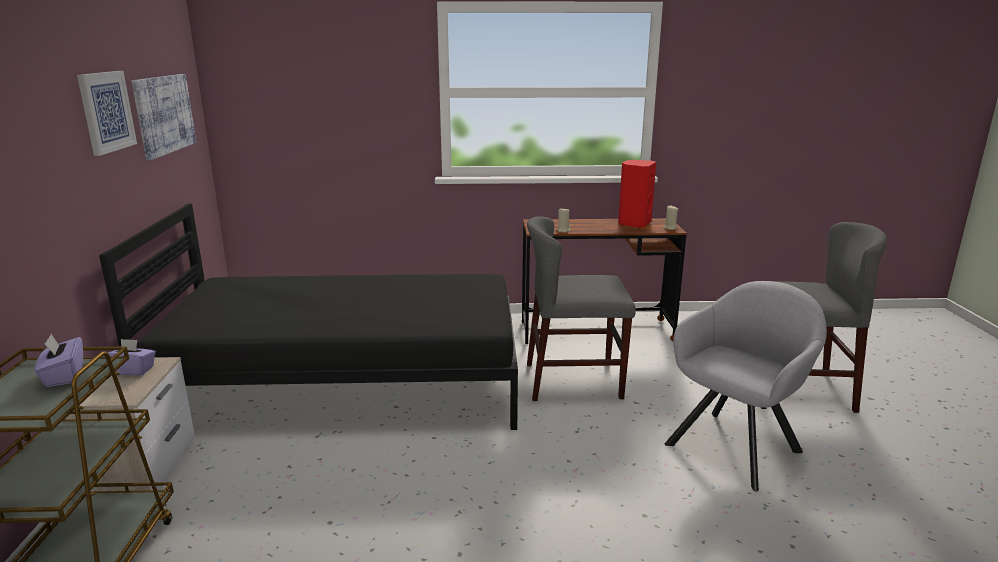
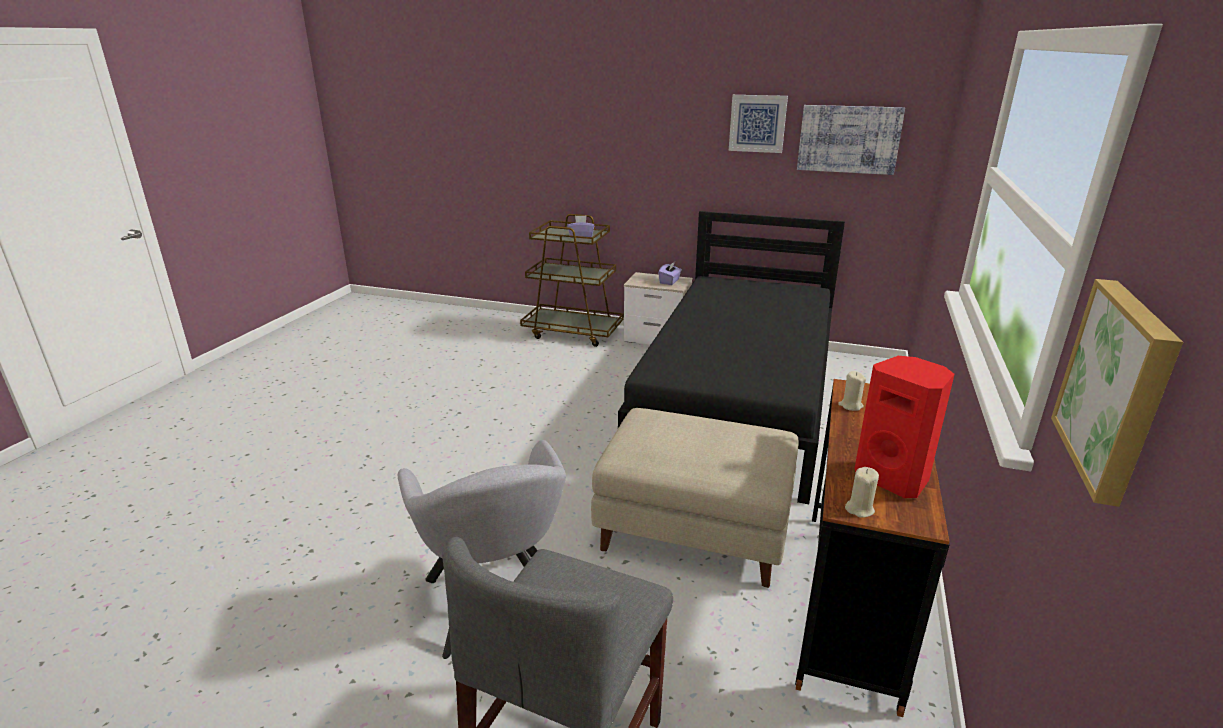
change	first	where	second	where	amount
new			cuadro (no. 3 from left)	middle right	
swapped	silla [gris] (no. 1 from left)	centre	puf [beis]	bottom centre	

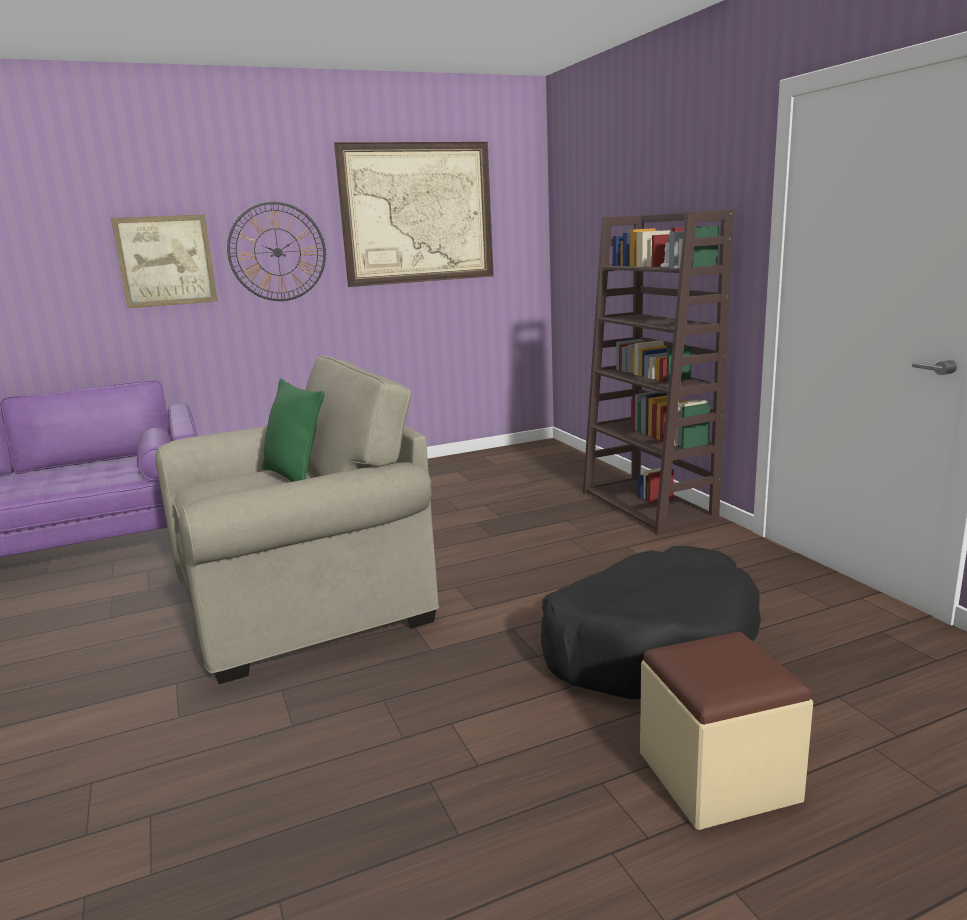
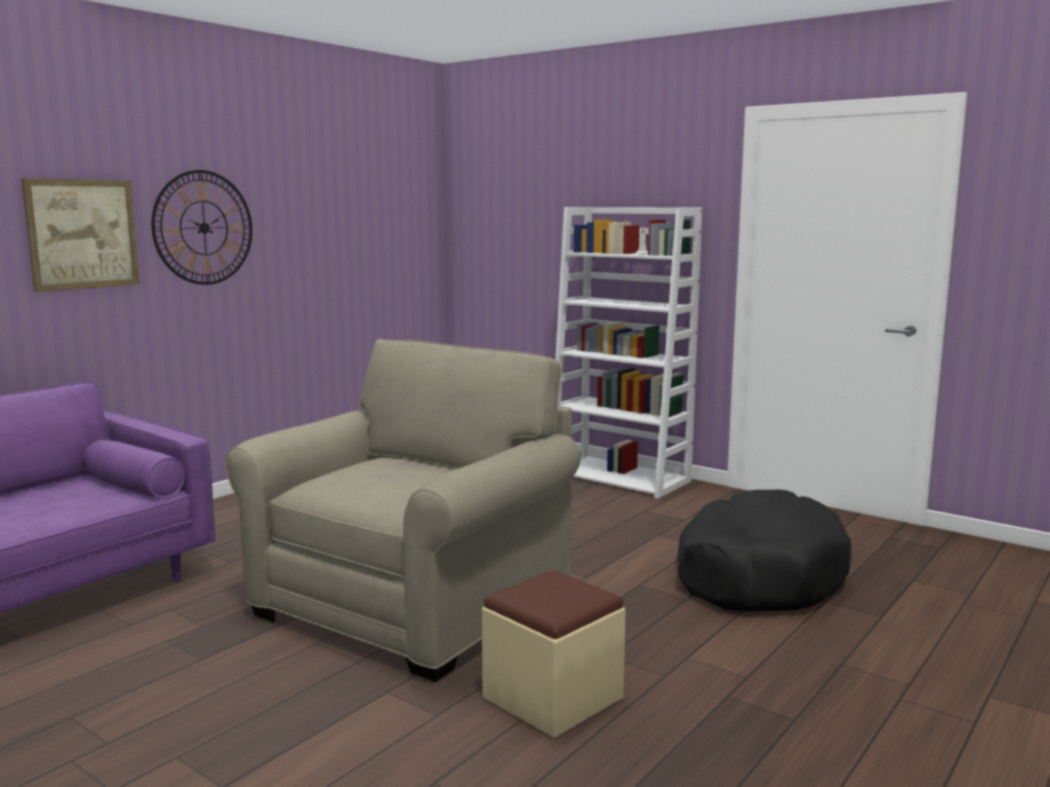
change	first	where	second	where	amount
gone	cojín [verde]	middle left			
gone	cuadro (no. 2 from left)	top centre			
shifted	puf [beis]	bottom right		bottom centre	
repainted	estantería [marrón]	middle right	estantería [blanco]	centre	

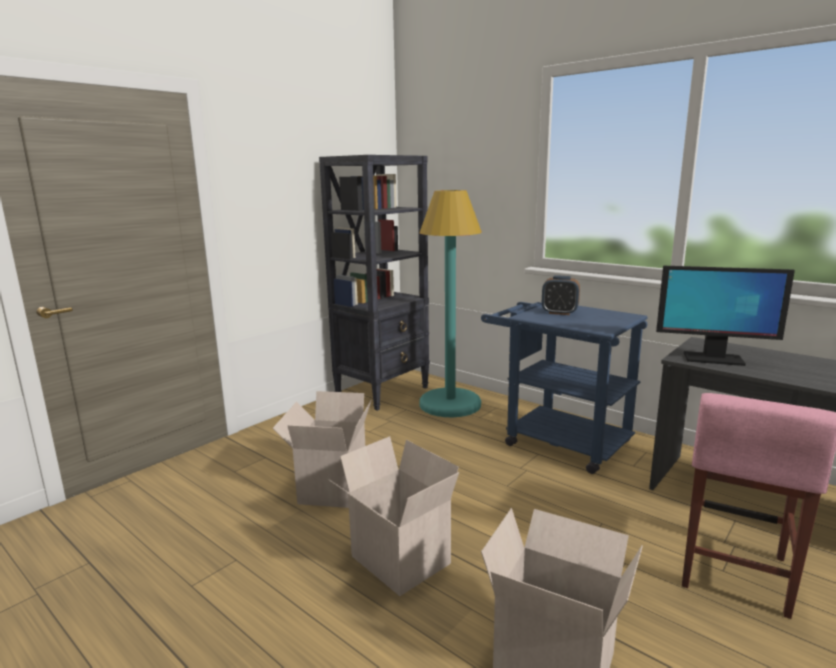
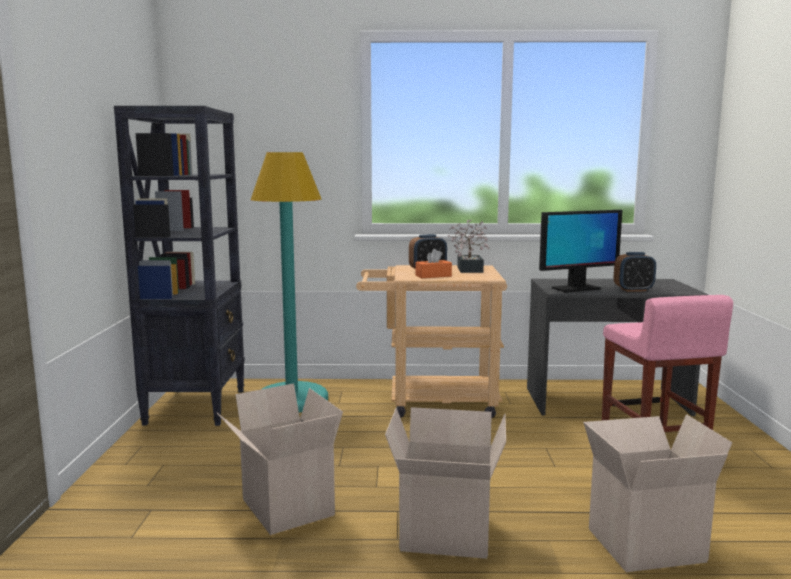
change	first	where	second	where	amount
new			caja de pañuelos [naranja]	centre	
new			planta en maceta	centre	
new			despertador (no. 2 from left)	middle right	
repainted	carrito [azul]	middle right	carrito [beis]	centre	

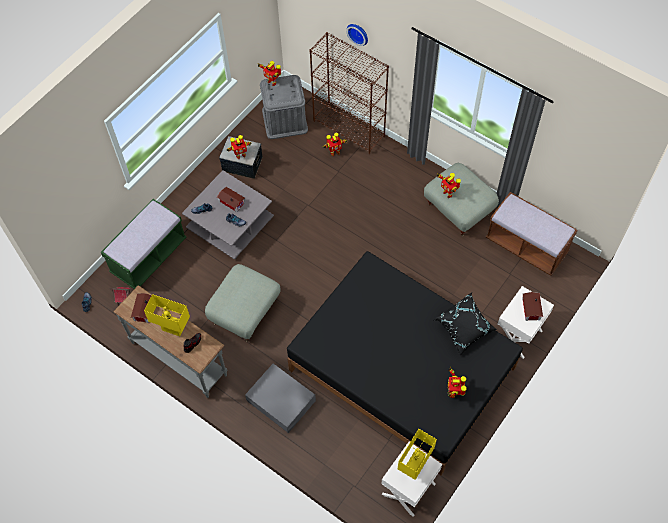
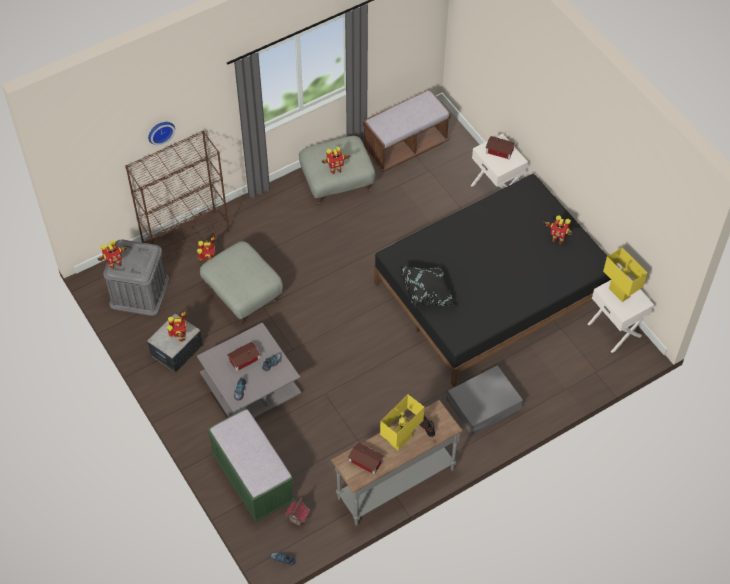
change	first	where	second	where	amount
shifted	puf [gris] (no. 1 from left)	centre		middle left	
shifted	cojín [negro]	middle right		centre	

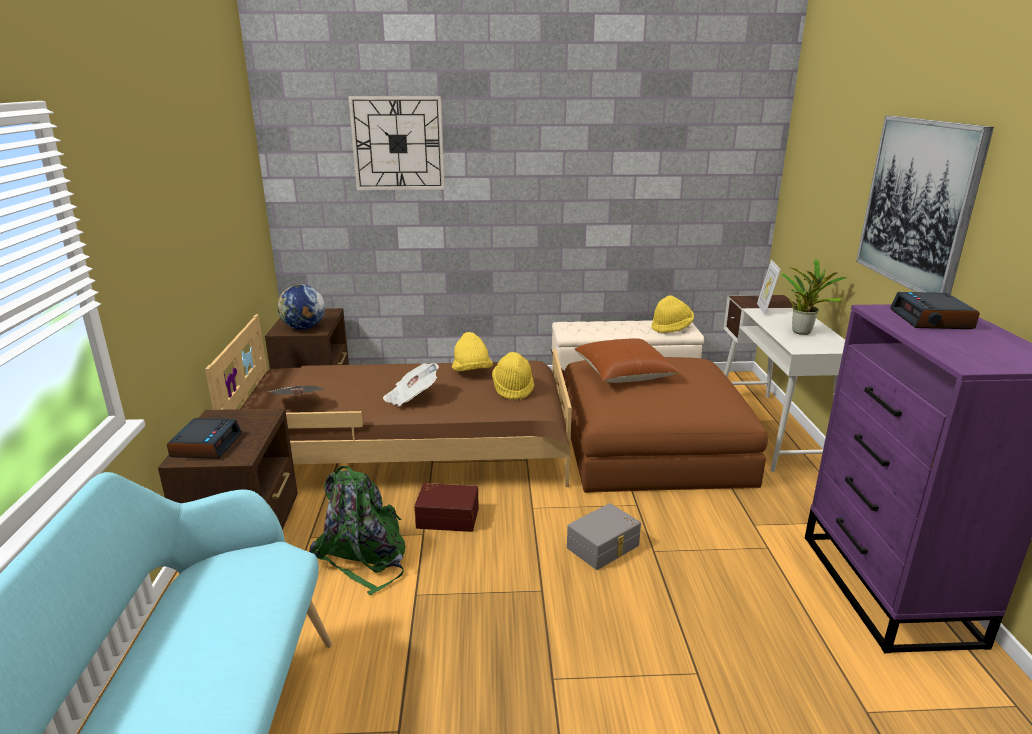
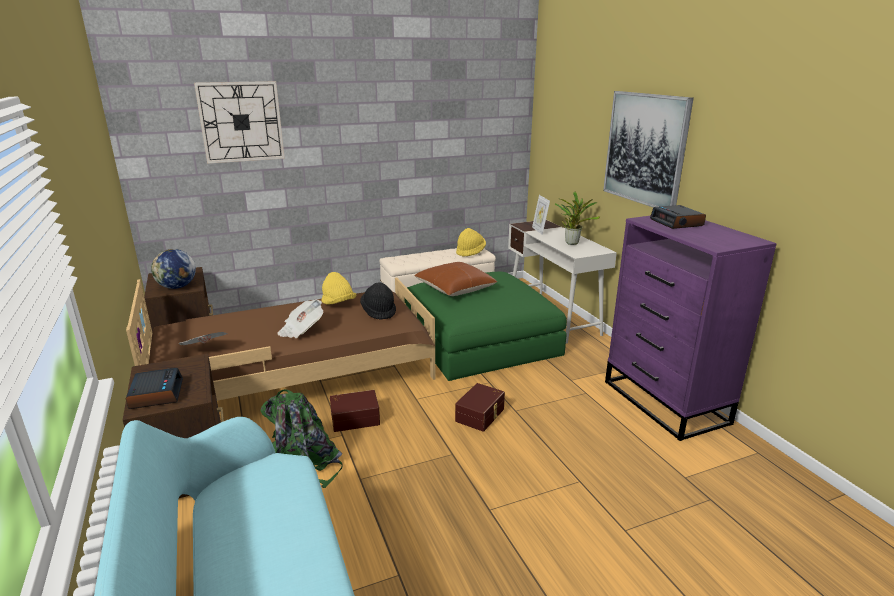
change	first	where	second	where	amount
repainted	sombrero [amarillo] (no. 2 from left)	centre	sombrero [negro]	centre	
repainted	puf [marrón]	centre	puf [verde]	centre	
repainted	caja de almacenaje [gris]	bottom centre	caja de almacenaje [marrón] (no. 2 from left)	bottom centre	

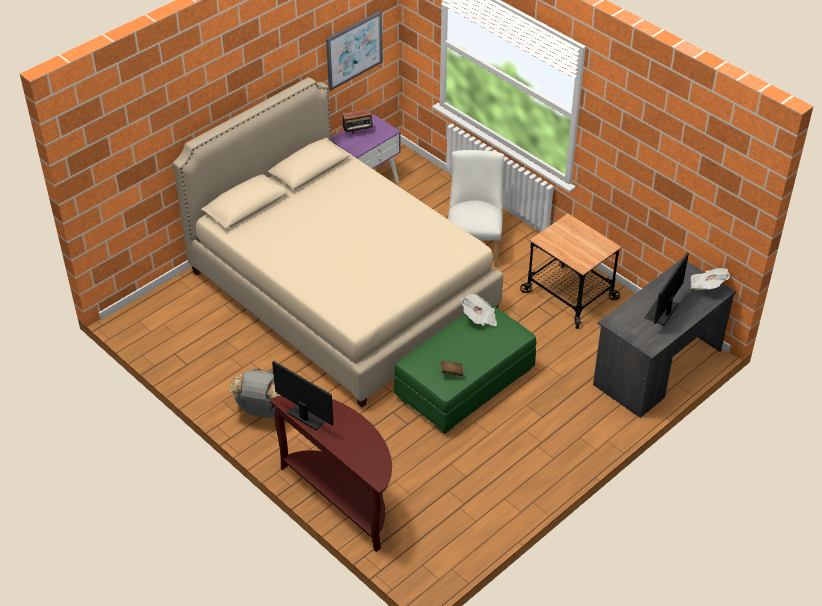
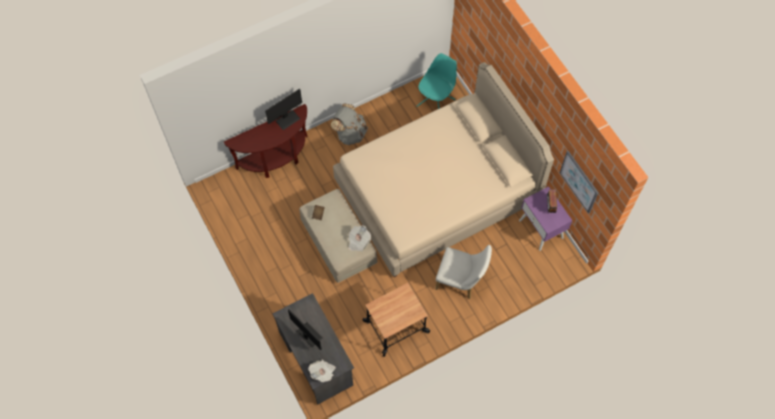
change	first	where	second	where	amount
new			silla [turquesa]	top centre	
repainted	puf [verde]	centre	puf [beis]	centre	

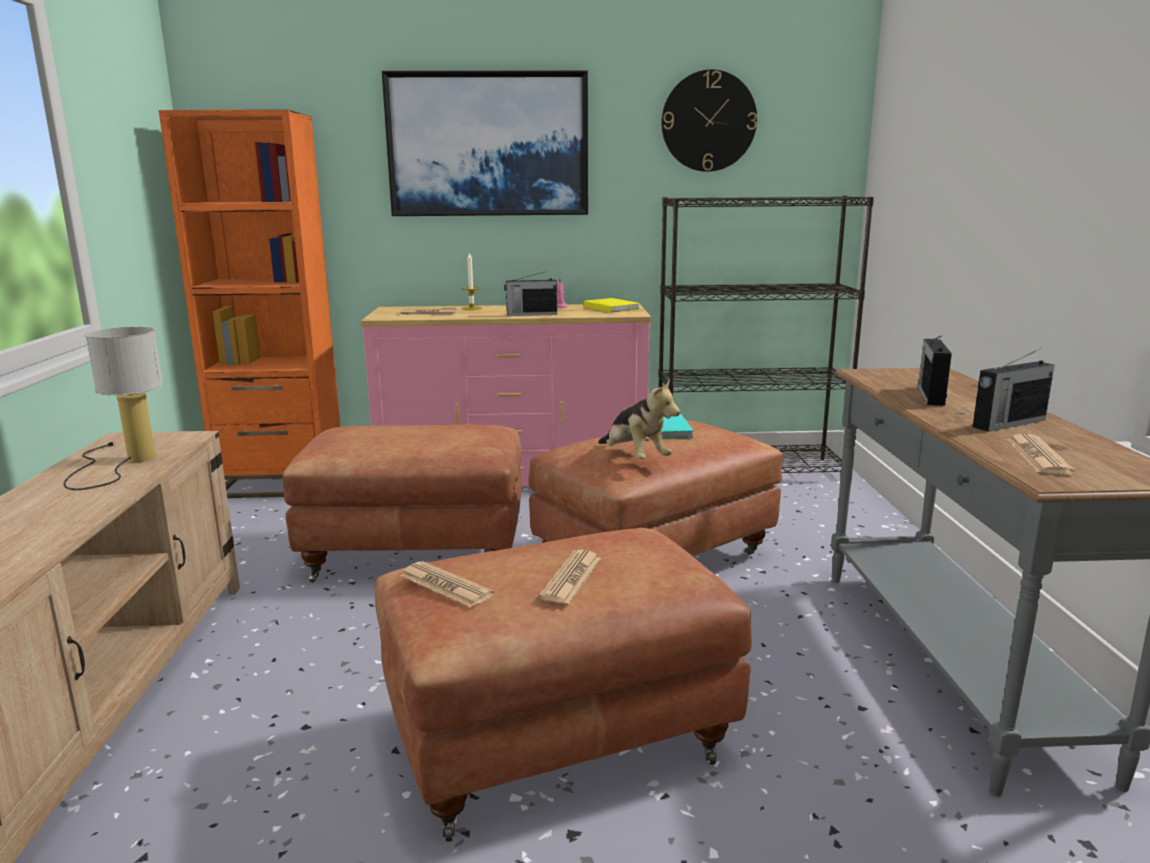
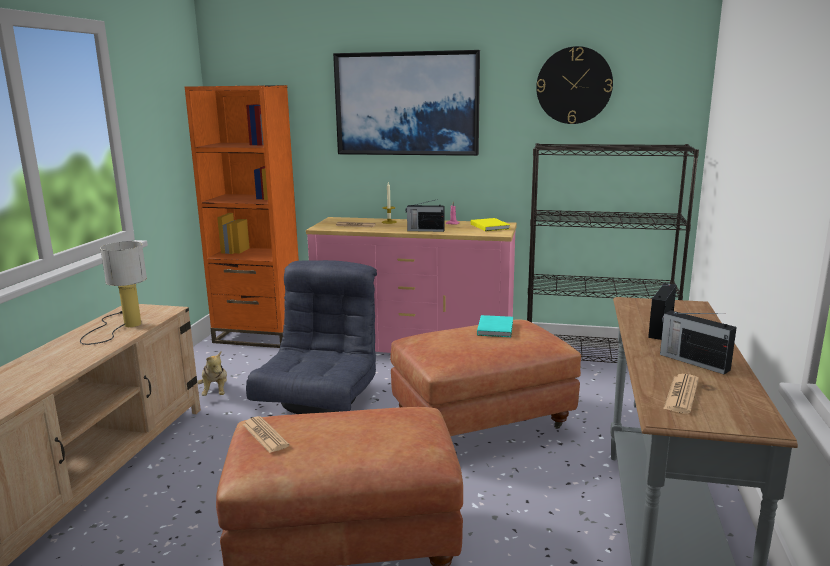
change	first	where	second	where	amount
gone	periódico (no. 3 from left)	bottom centre			
shifted	peluche	centre		middle left	
swapped	puf [marrón] (no. 1 from left)	centre	sillón [gris]	centre	
rotated	radio (no. 3 from left)	middle right		middle right	60 degrees clockwise

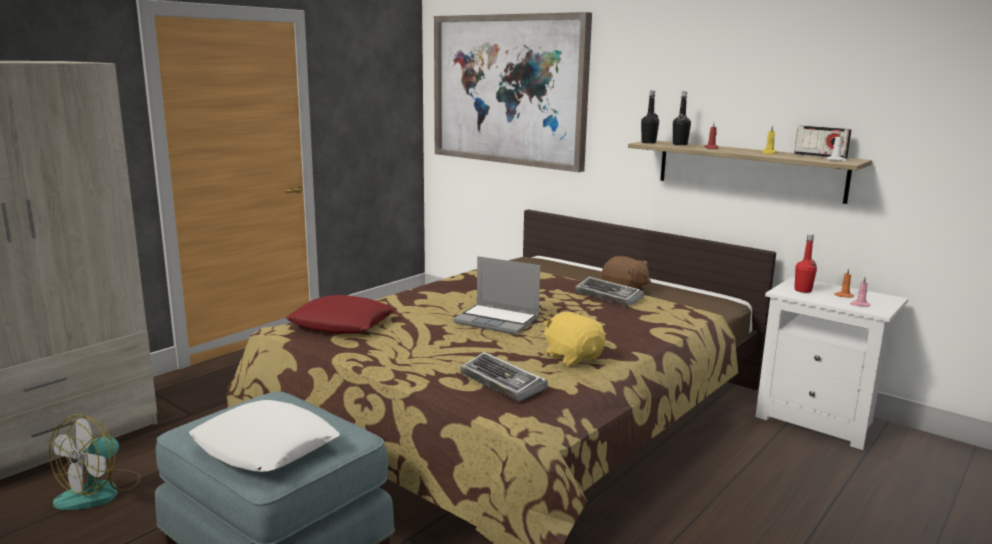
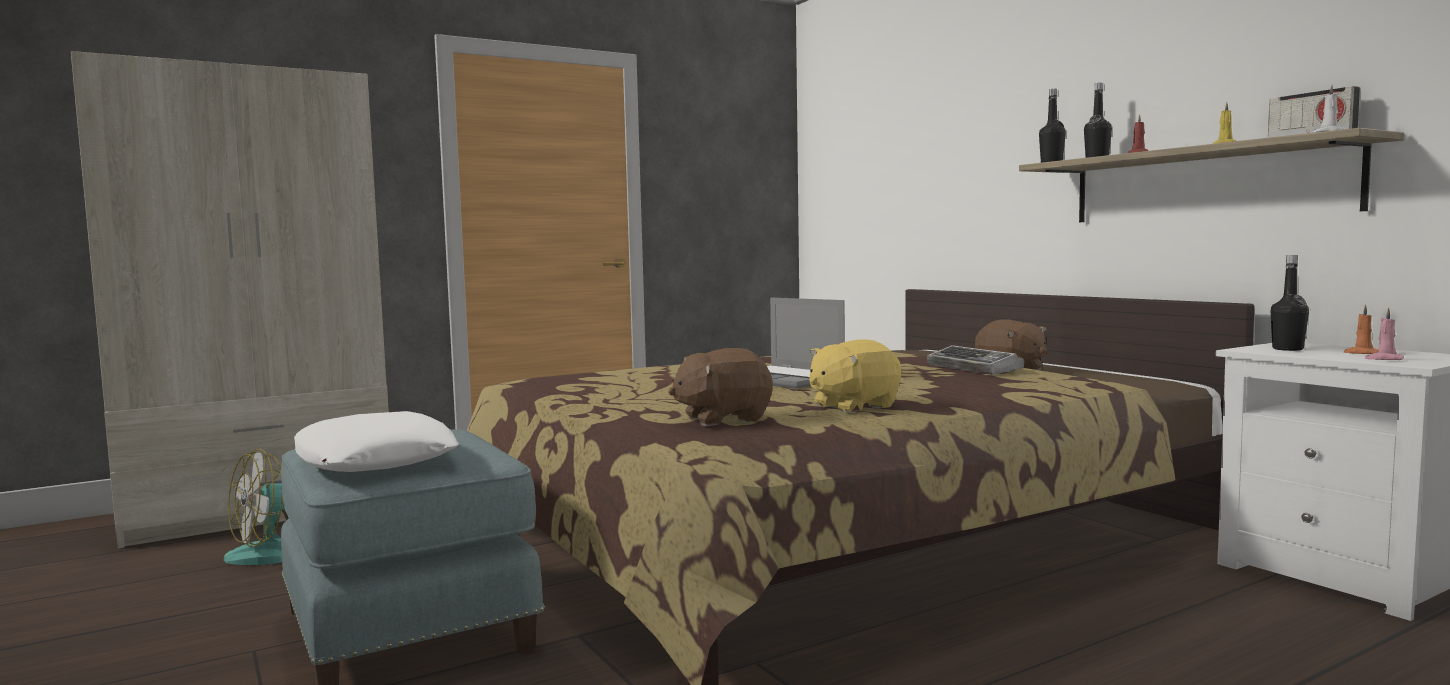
change	first	where	second	where	amount
gone	cojín [rojo]	centre			
gone	cuadro	top centre			
swapped	teclado (no. 1 from left)	bottom centre	peluche [marrón] (no. 1 from left)	centre	
repainted	botella [rojo]	middle right	botella [negro] (no. 3 from left)	middle right	
rotated	peluche [amarillo]	centre		centre	105 degrees counterclockwise

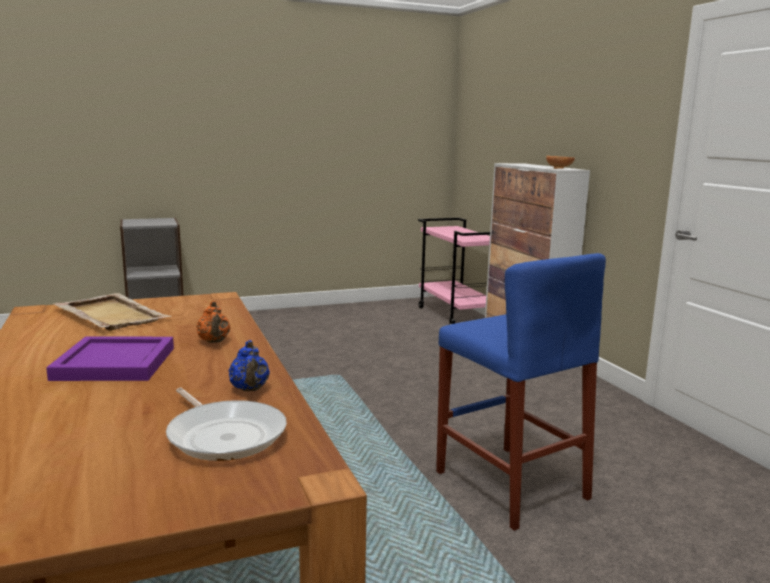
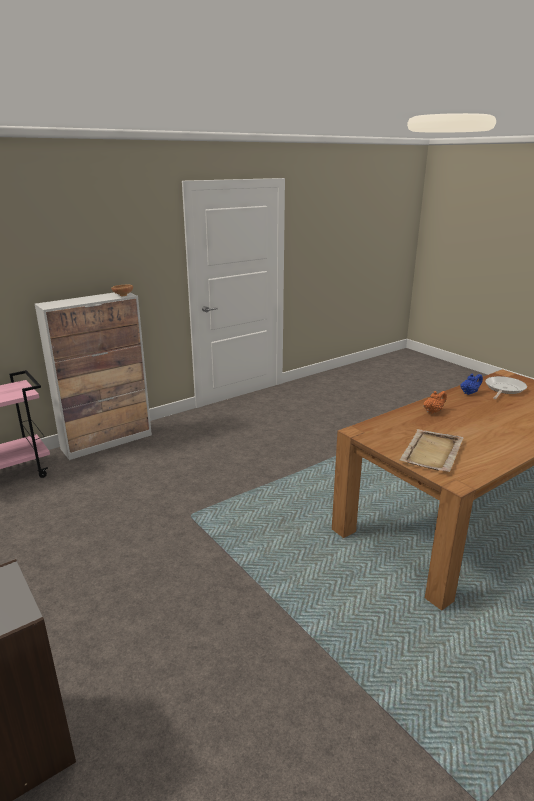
change	first	where	second	where	amount
gone	bandeja [morado]	middle left			
gone	taburete [azul]	bottom right			

